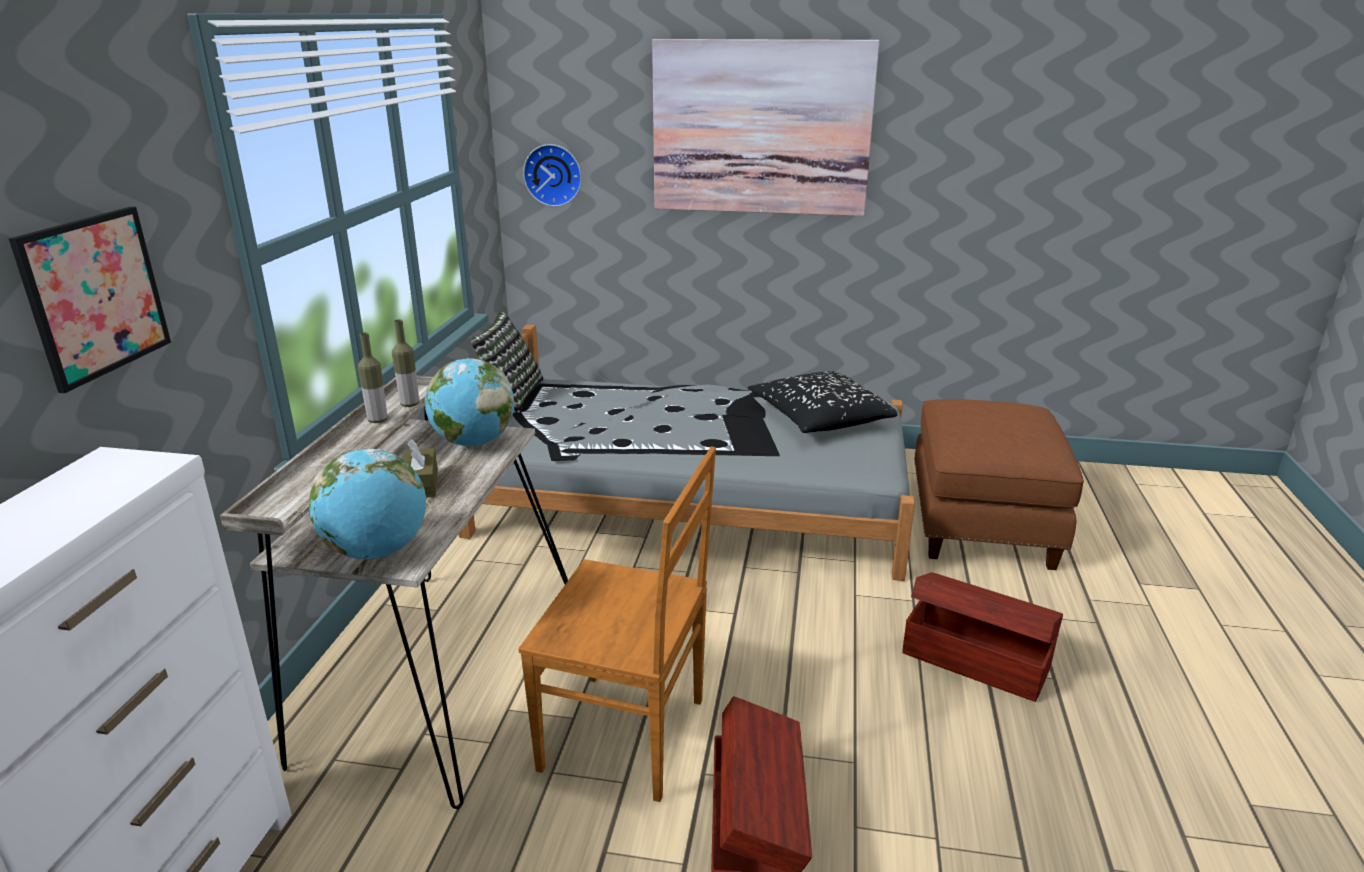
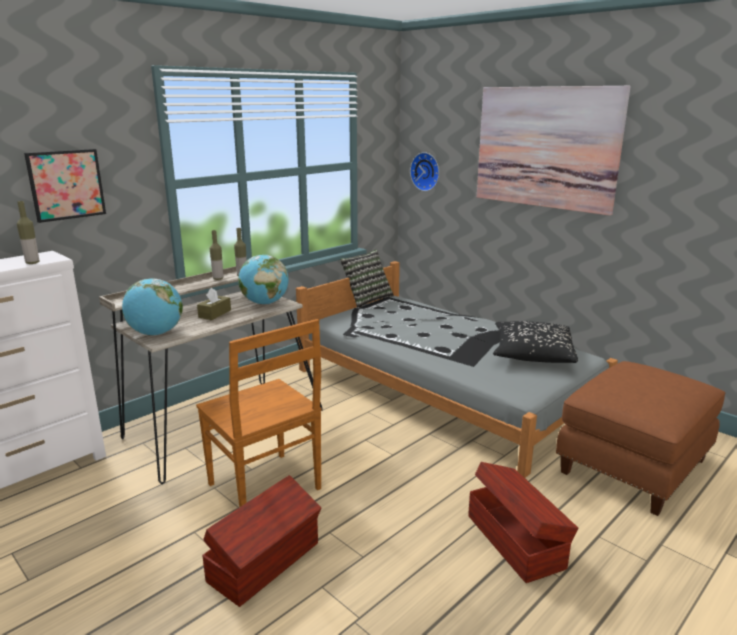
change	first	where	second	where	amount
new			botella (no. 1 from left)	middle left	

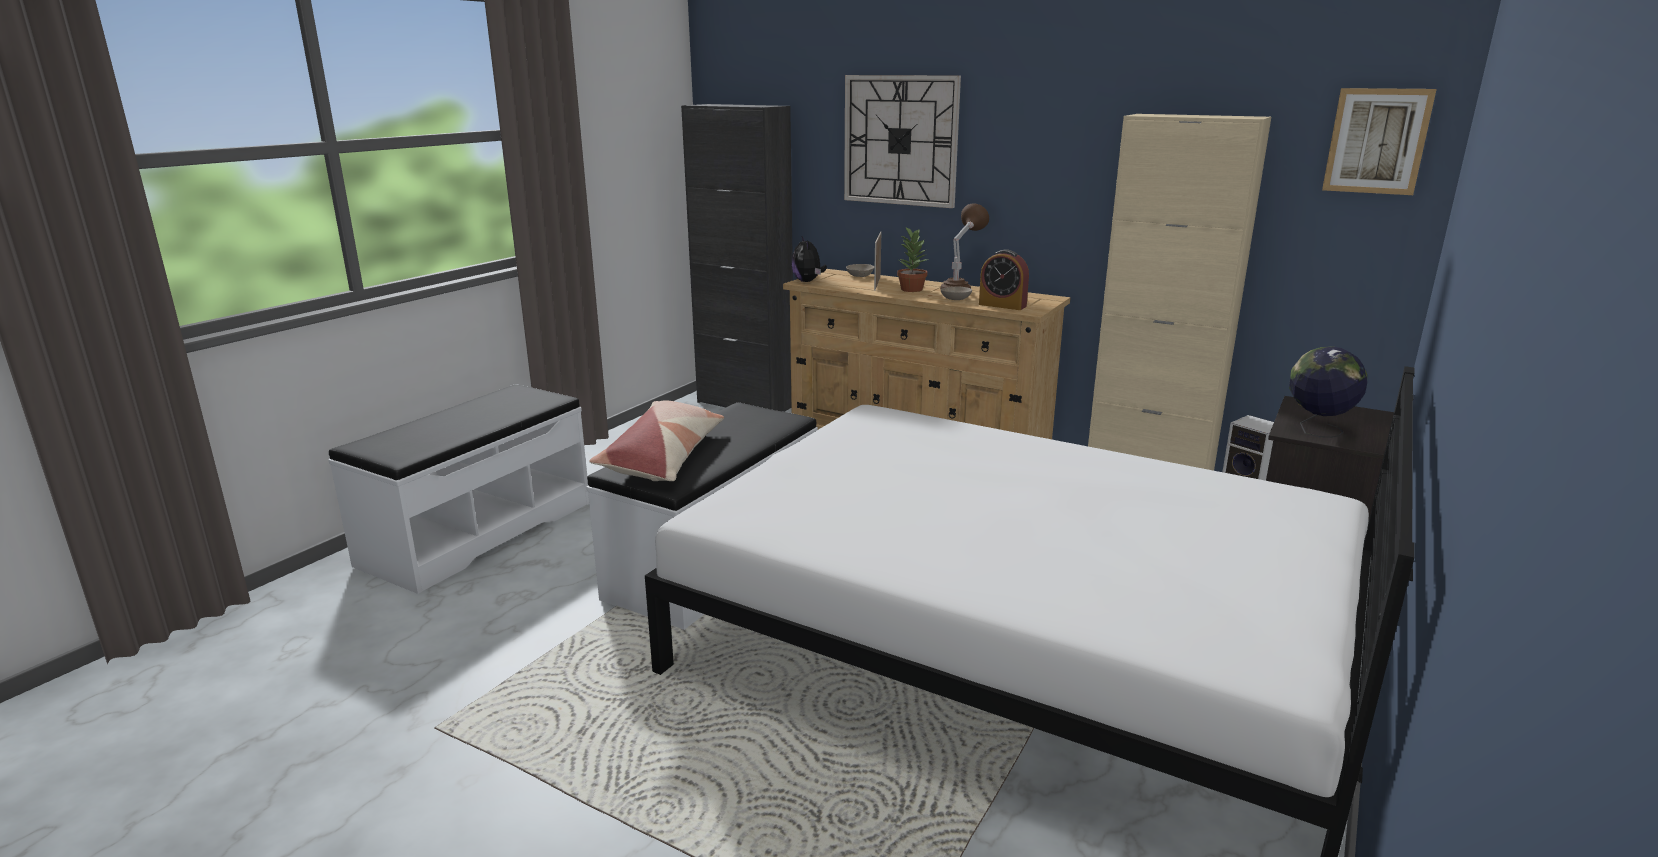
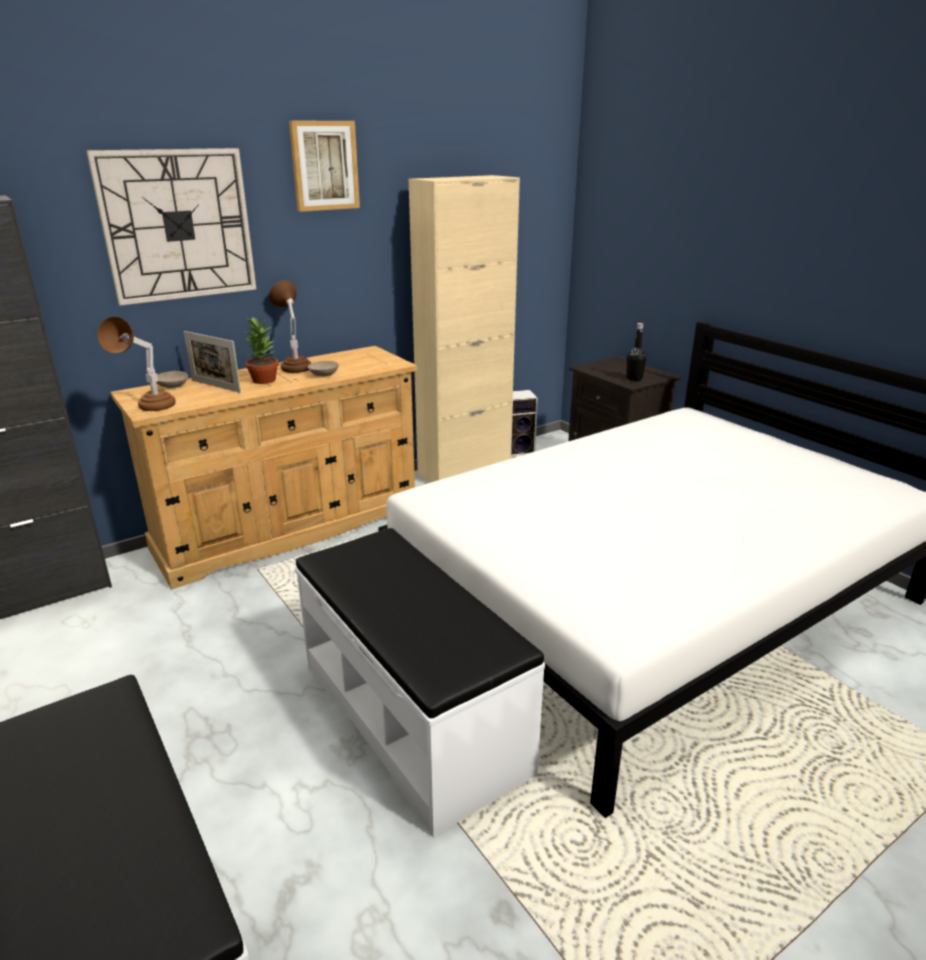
change	first	where	second	where	amount
gone	cojín	centre			
gone	despertador	top centre			
shifted	cuadro	top right		top centre	
swapped	peluche	top centre	lámpara de mesa [marrón] (no. 1 from left)	middle left	
swapped	globo terráqueo	middle right	botella [negro]	middle right	

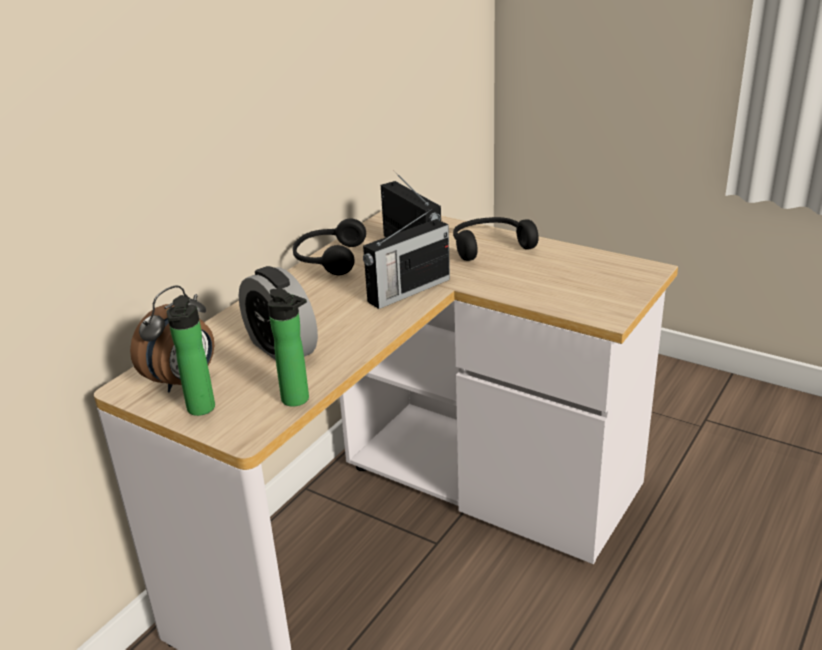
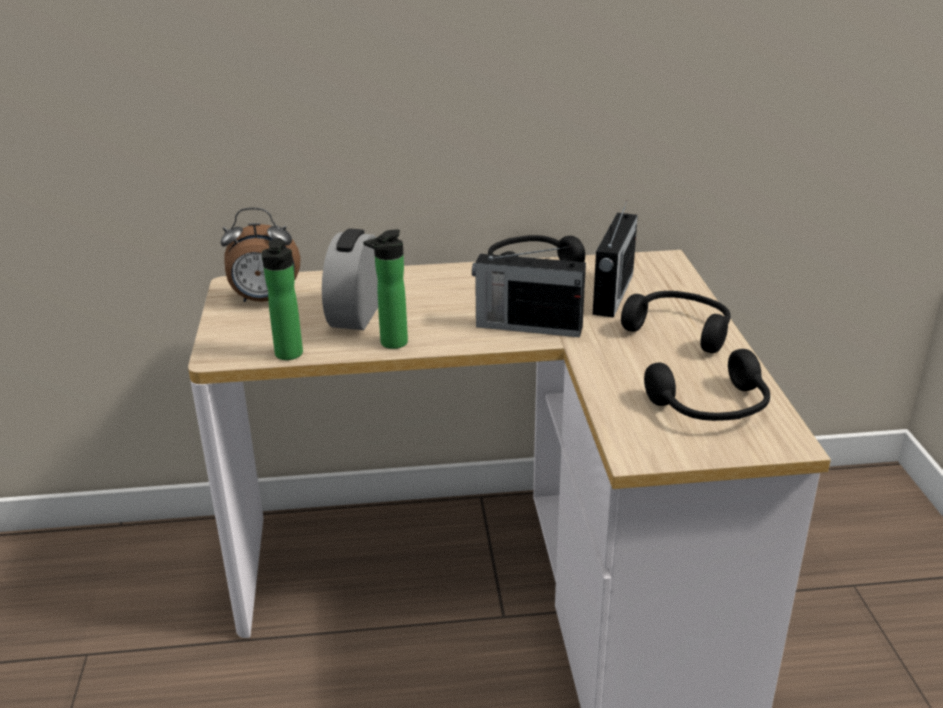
change	first	where	second	where	amount
new			auriculares [negro] (no. 3 from left)	middle right	
shifted	botella (no. 1 from left in the first image)	middle left	botella (no. 2 from left)	centre	

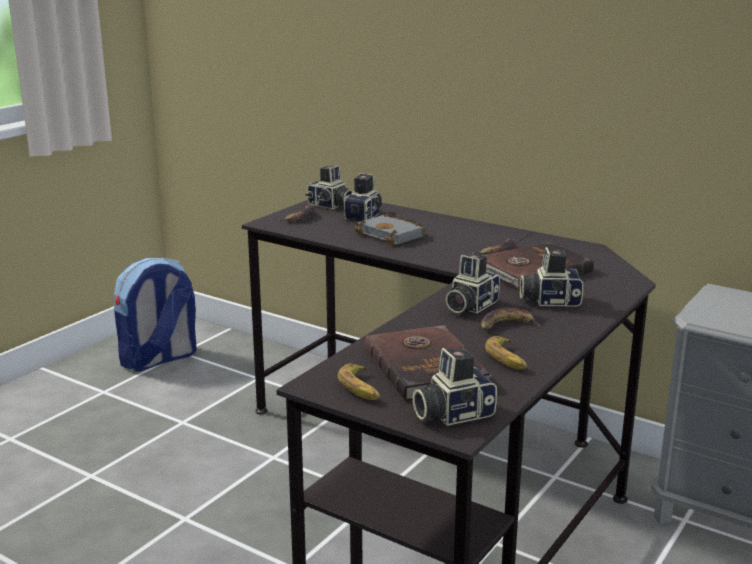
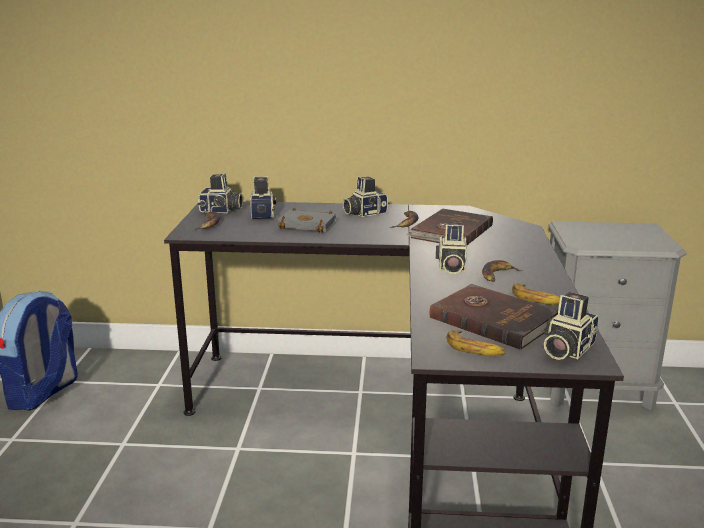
change	first	where	second	where	amount
shifted	cámara (no. 5 from left in the first image)	middle right	cámara (no. 3 from left)	centre	

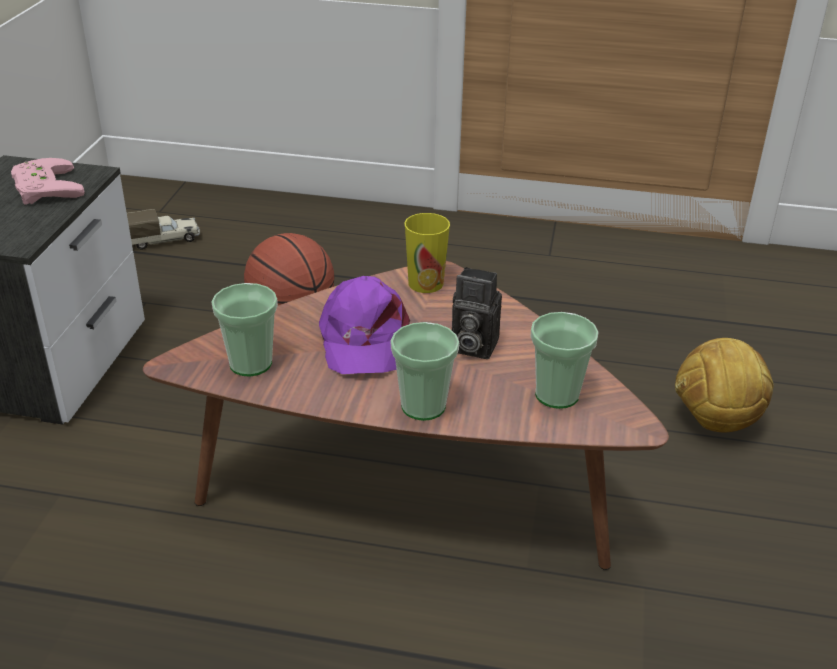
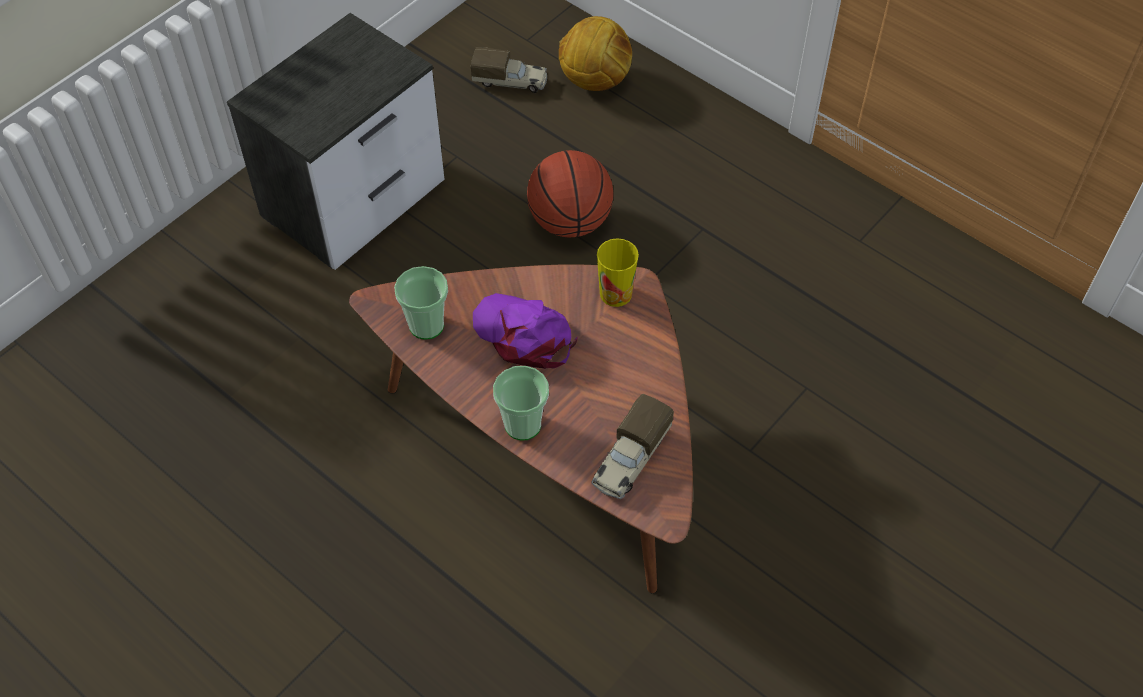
change	first	where	second	where	amount
gone	mando de consola [rosa]	top left			
gone	cámara	centre			
shifted	balón de fútbol	middle right		top centre	
swapped	taza (no. 4 from left)	middle right	camión de juguete (no. 2 from left)	centre	
rotated	gorra [morado]	centre		centre	105 degrees clockwise

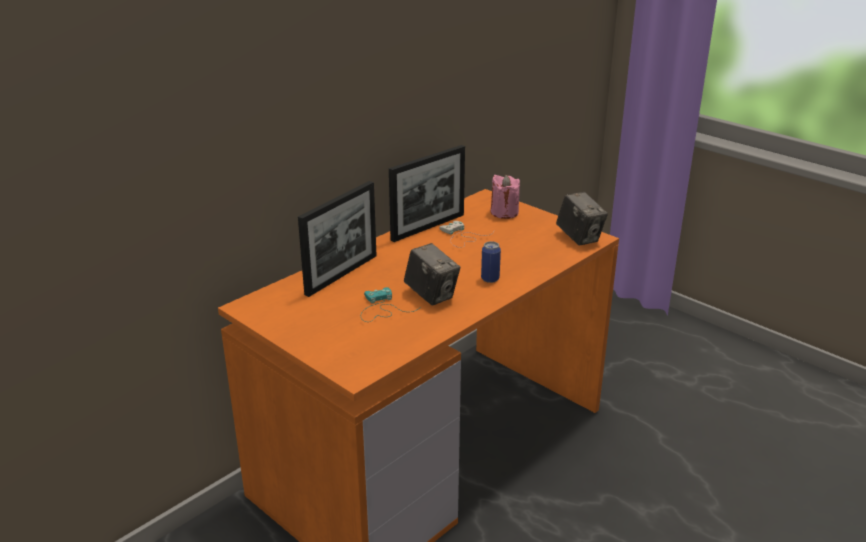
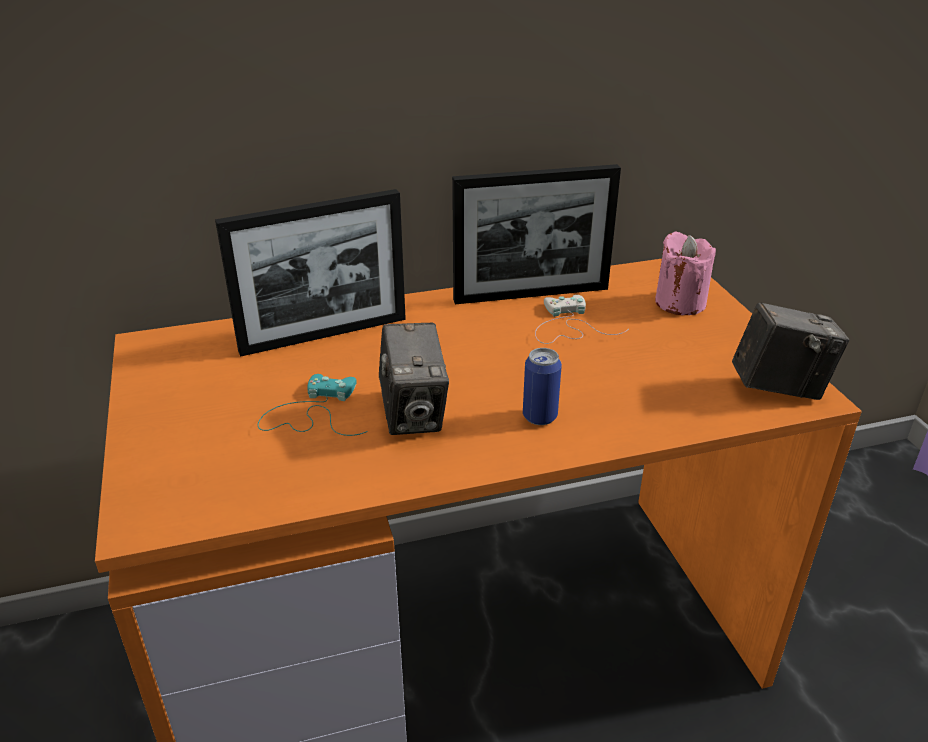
change	first	where	second	where	amount
rotated	cámara (no. 2 from left)	middle right		middle right	90 degrees counterclockwise

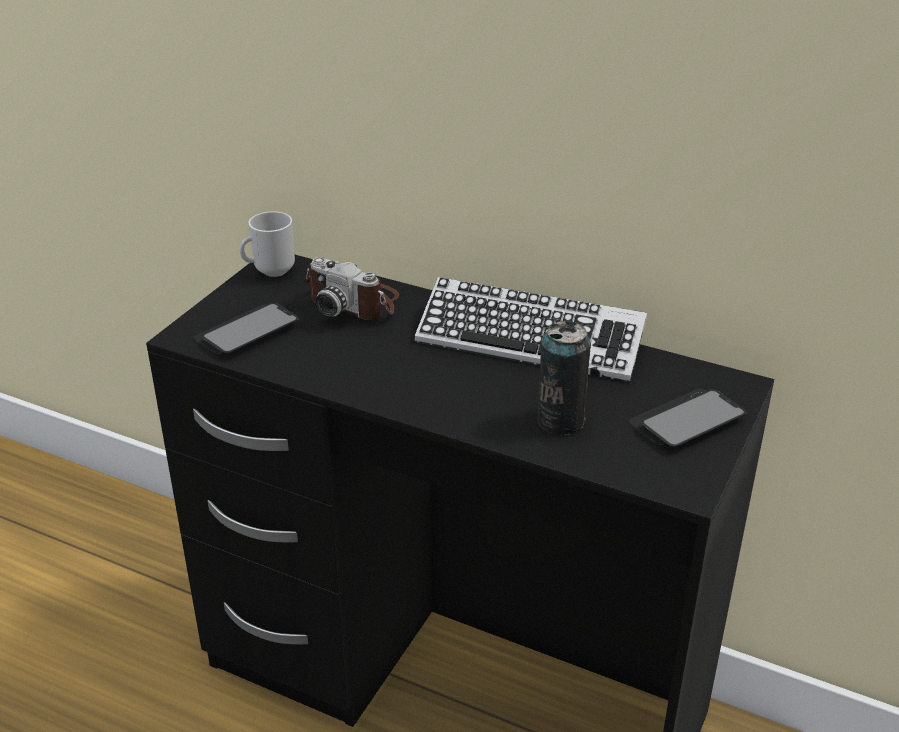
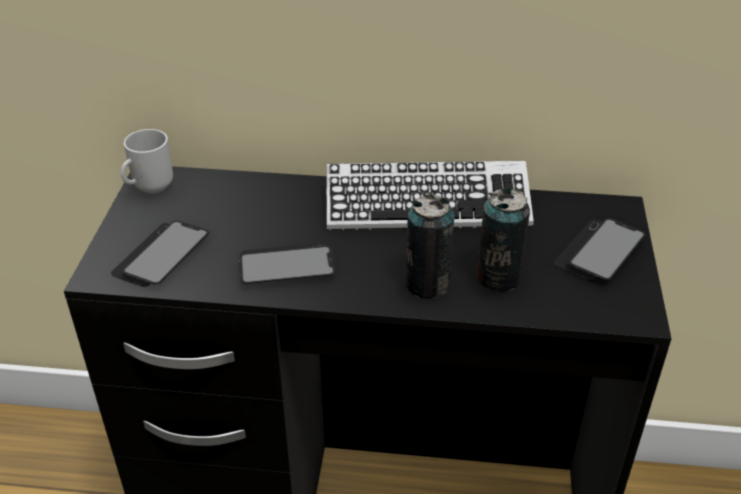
change	first	where	second	where	amount
gone	cámara	centre			
new			móvil (no. 2 from left)	centre	
new			lata (no. 1 from left)	centre	

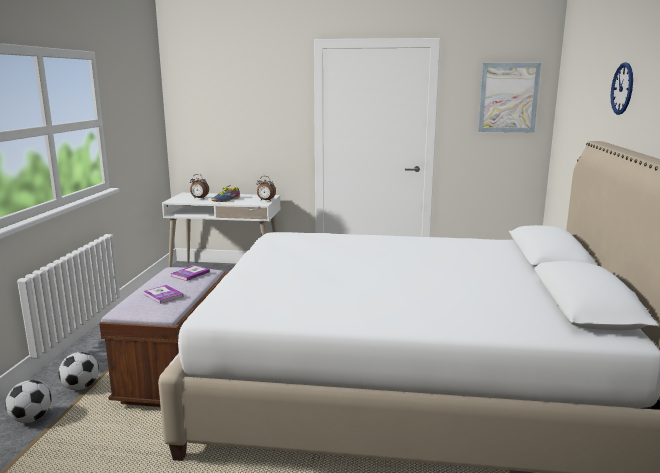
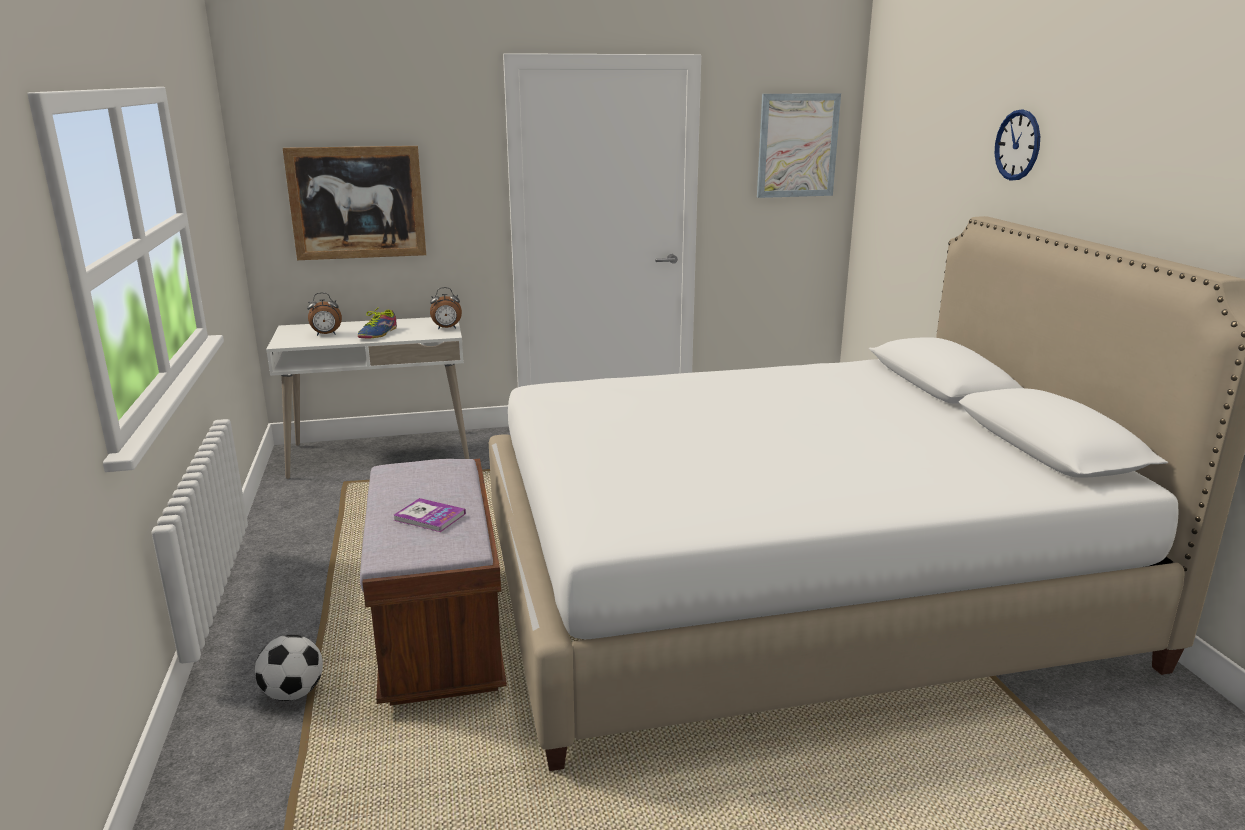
change	first	where	second	where	amount
gone	balón de fútbol (no. 1 from left)	bottom left			
gone	libro (no. 2 from left)	middle left			
new			cuadro (no. 1 from left)	top left	

